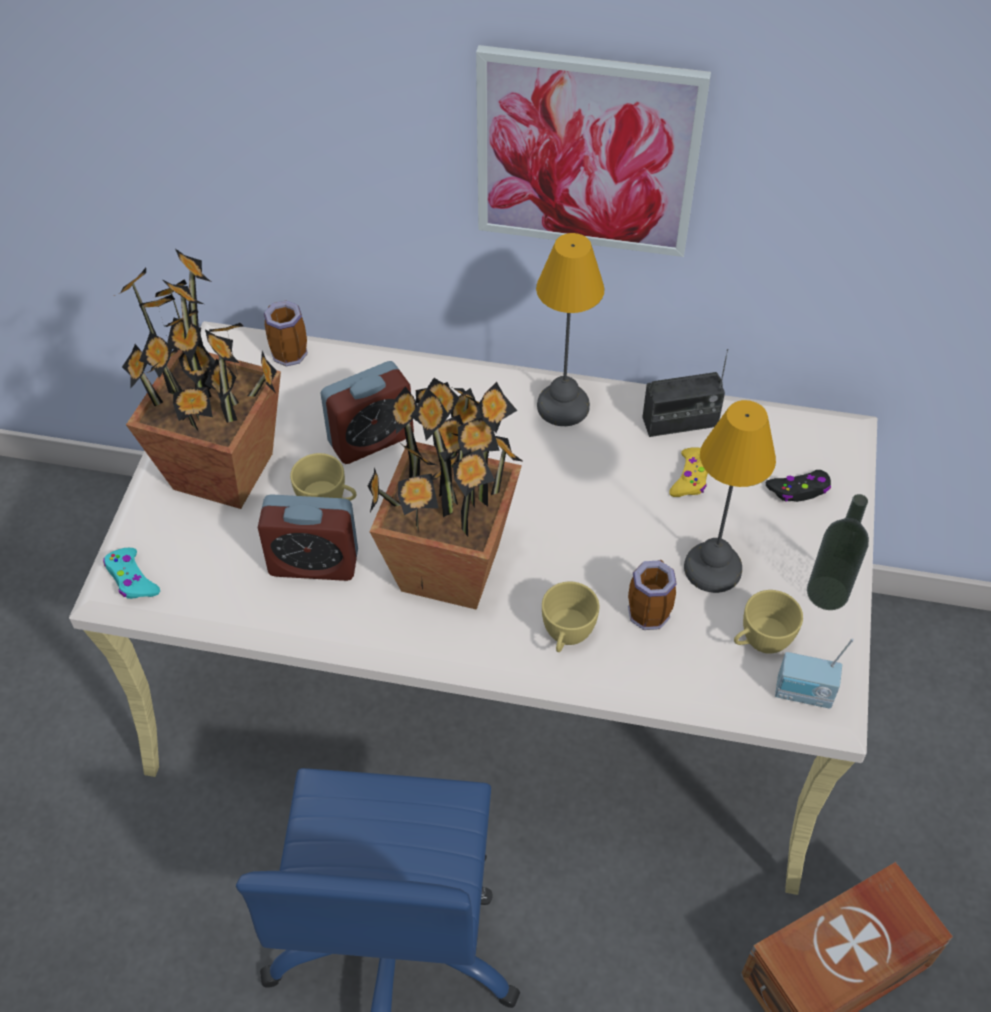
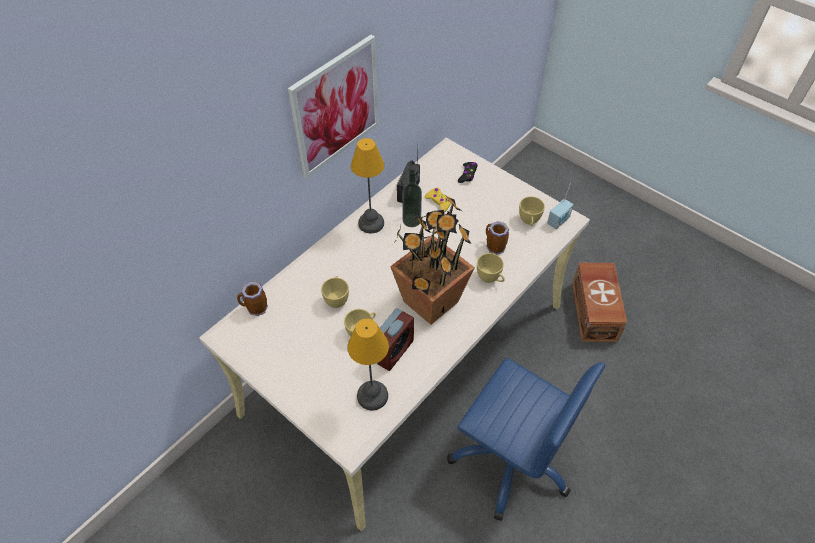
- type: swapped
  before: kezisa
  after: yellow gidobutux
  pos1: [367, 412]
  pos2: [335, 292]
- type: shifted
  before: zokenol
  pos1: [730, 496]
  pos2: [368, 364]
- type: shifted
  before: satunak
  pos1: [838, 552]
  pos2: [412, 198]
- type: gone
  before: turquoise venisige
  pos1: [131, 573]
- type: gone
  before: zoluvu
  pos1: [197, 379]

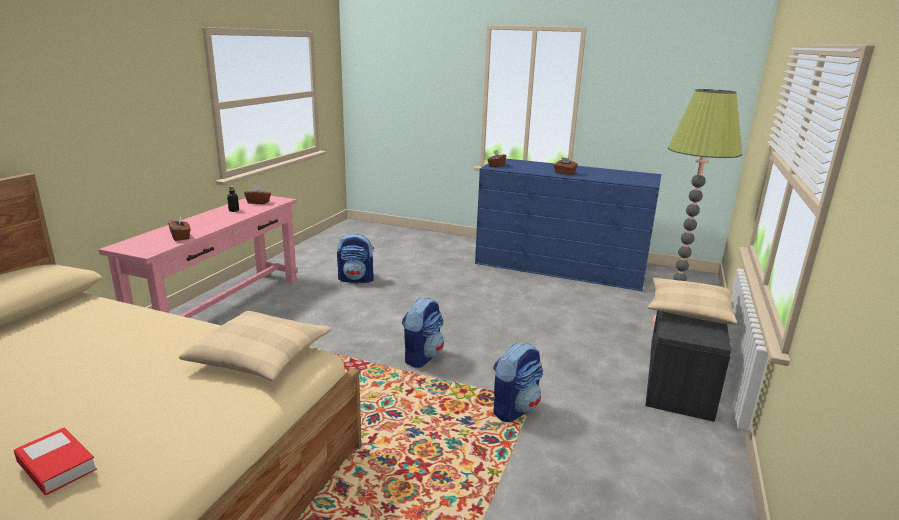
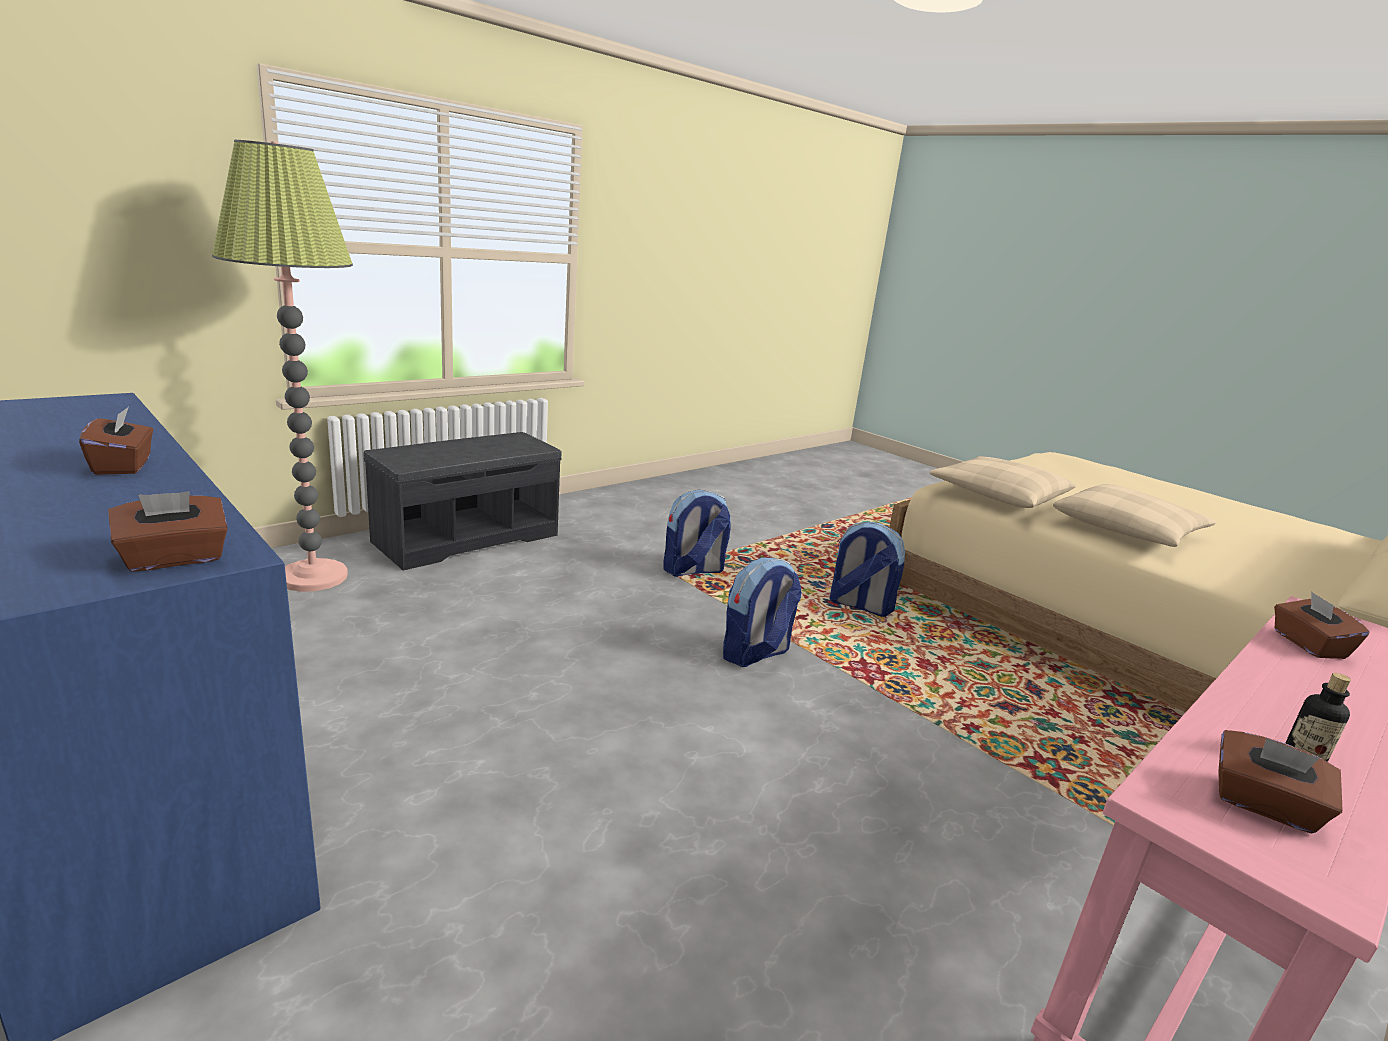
- type: shifted
  before: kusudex
  pos1: [355, 258]
  pos2: [867, 569]
- type: shifted
  before: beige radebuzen
  pos1: [692, 301]
  pos2: [1134, 515]
- type: gone
  before: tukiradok
  pos1: [55, 461]

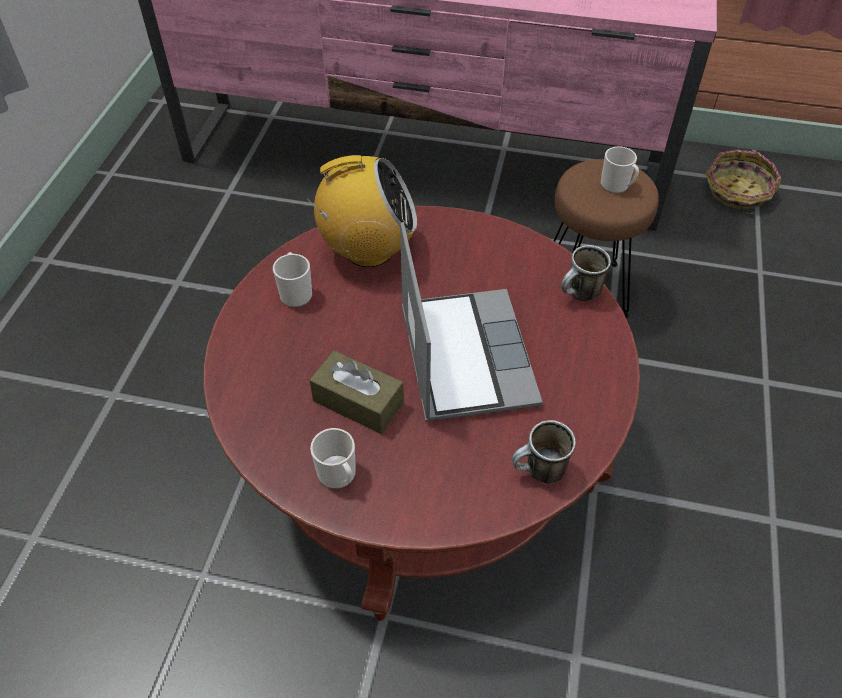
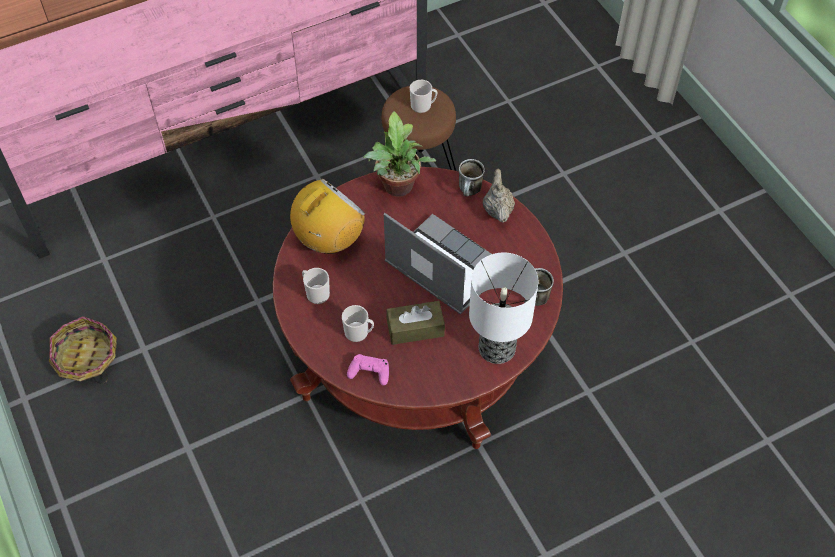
- type: shifted
  before: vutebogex
  pos1: [743, 182]
  pos2: [83, 350]
- type: shifted
  before: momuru
  pos1: [333, 458]
  pos2: [358, 323]
- type: new
  after: pink venisige
  pos2: [368, 369]
- type: new
  after: zoluvu
  pos2: [399, 154]
- type: new
  after: zokenol
  pos2: [503, 308]
- type: new
  after: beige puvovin
  pos2: [499, 196]

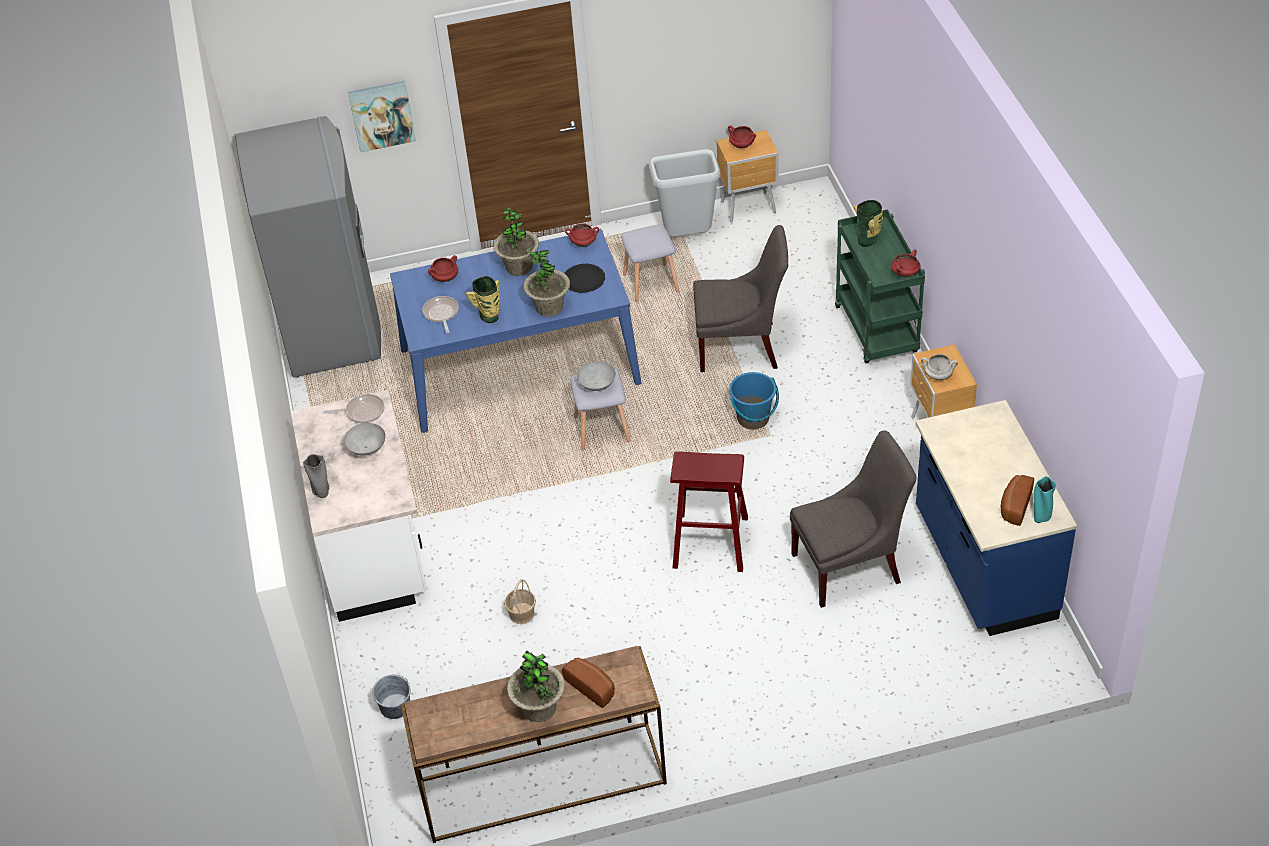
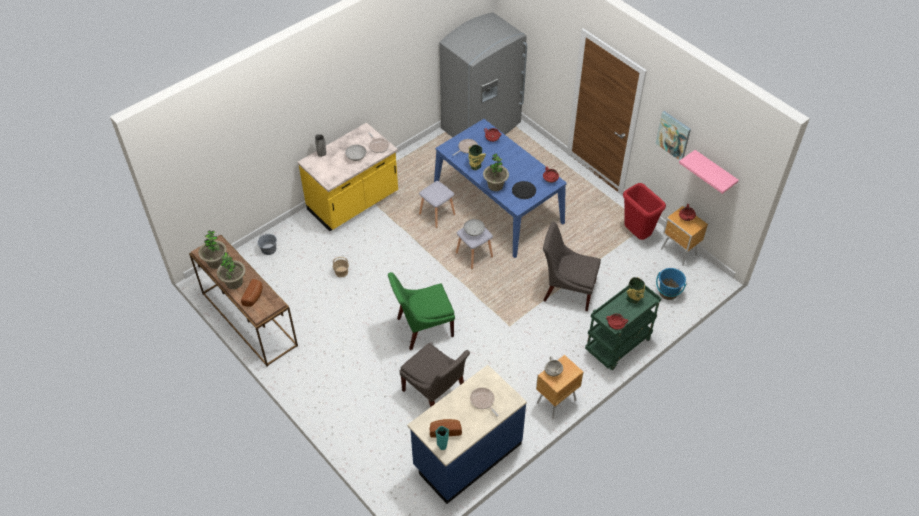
- type: shifted
  before: zoluvu
  pos1: [516, 242]
  pos2: [212, 249]
- type: repainted
  before: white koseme
  after: yellow koseme
  pos1: [359, 506]
  pos2: [348, 177]
- type: swapped
  before: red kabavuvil
  after: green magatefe
  pos1: [709, 512]
  pos2: [421, 311]
- type: shifted
  before: grey kabavuvil
  pos1: [650, 263]
  pos2: [437, 204]
- type: new
  after: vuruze
  pos2: [484, 402]
- type: rotated
  before: grey magatefe
  pos1: [740, 298]
  pos2: [572, 266]
  turn: 135
- type: repainted
  before: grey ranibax
  after: red ranibax
  pos1: [685, 193]
  pos2: [644, 211]
- type: shifted
  before: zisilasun
  pos1: [382, 116]
  pos2: [673, 135]
- type: shifted
  before: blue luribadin
  pos1: [754, 400]
  pos2: [671, 284]
- type: new
  after: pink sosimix
  pos2: [709, 172]

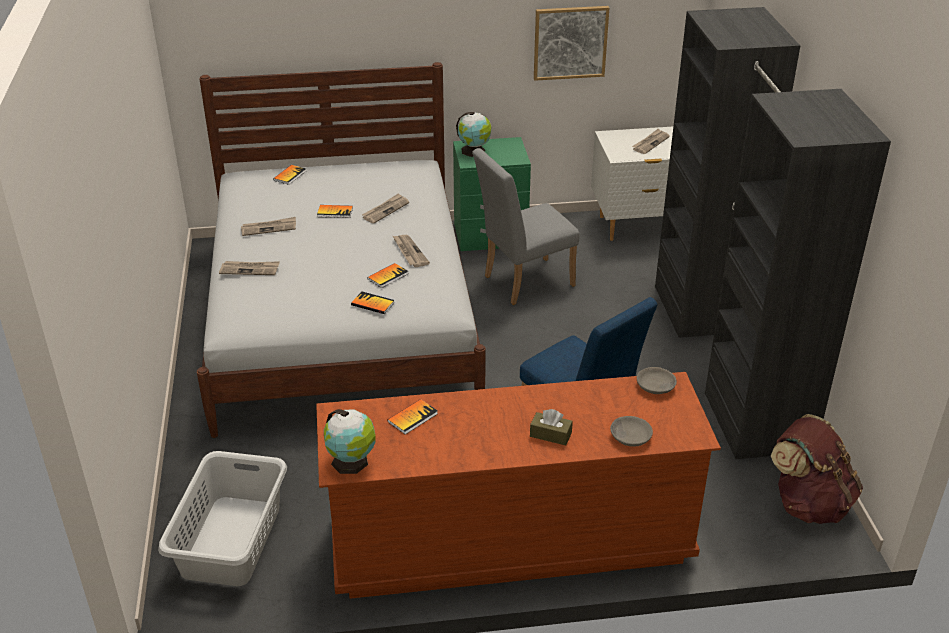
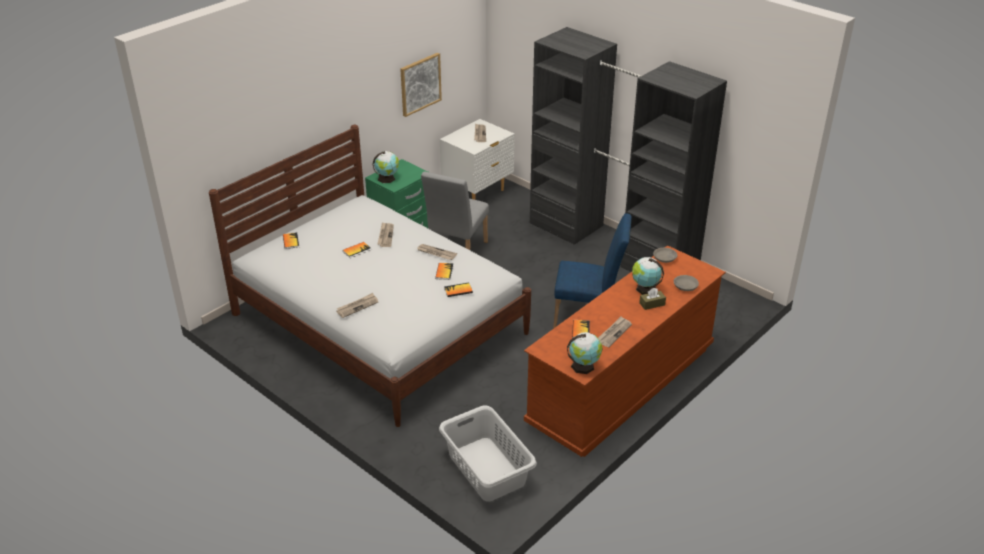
- type: shifted
  before: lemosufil
  pos1: [268, 226]
  pos2: [615, 331]
- type: new
  after: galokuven
  pos2: [648, 276]
- type: gone
  before: brown kusudex
  pos1: [817, 469]

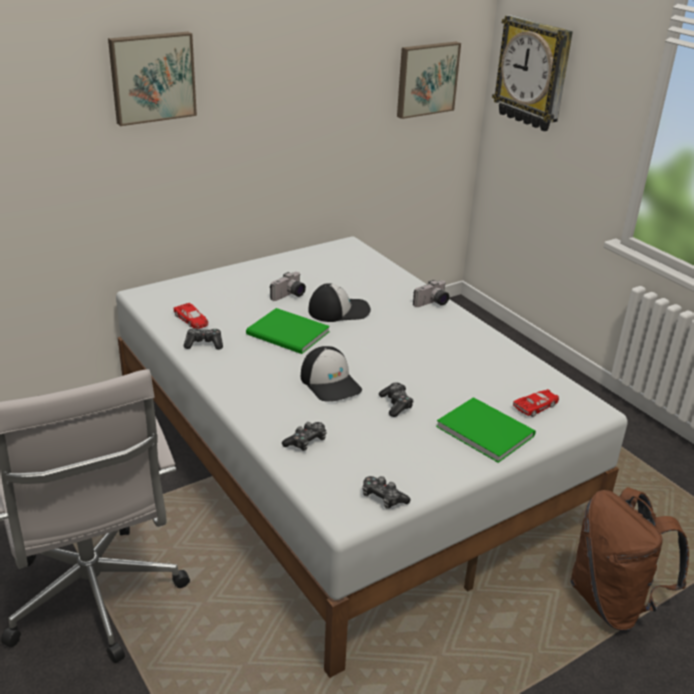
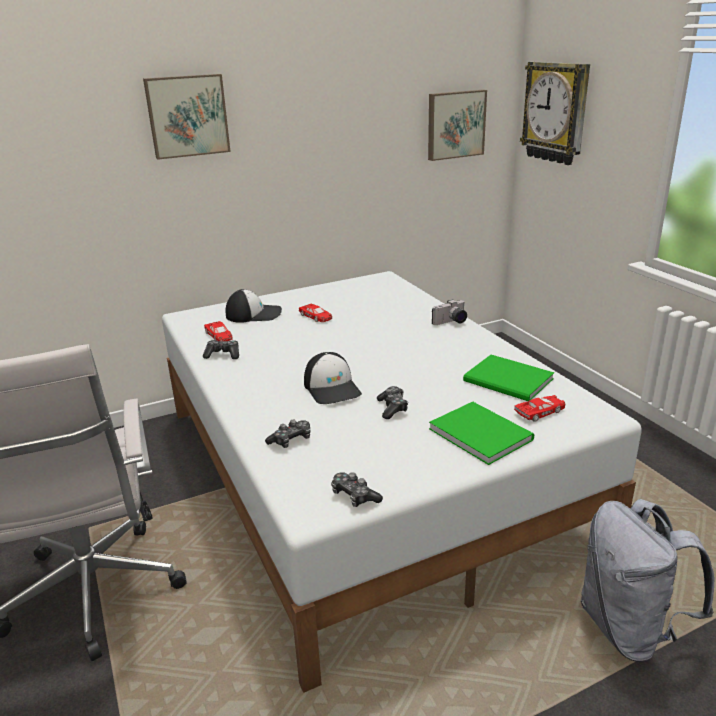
- type: shifted
  before: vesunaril
  pos1: [339, 302]
  pos2: [253, 306]
- type: swapped
  before: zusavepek
  after: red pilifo
  pos1: [288, 286]
  pos2: [315, 313]
- type: shifted
  before: green tukiradok
  pos1: [288, 331]
  pos2: [508, 378]
- type: repainted
  before: brown kusudex
  after: grey kusudex
  pos1: [629, 559]
  pos2: [647, 580]

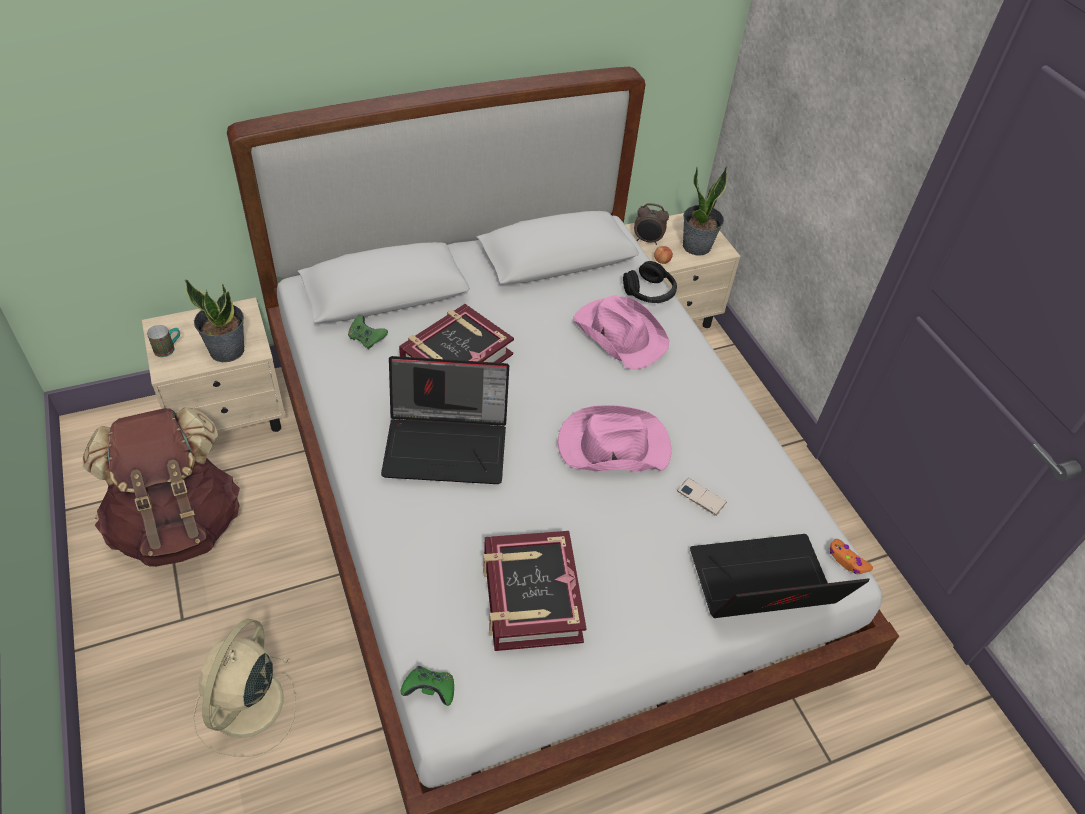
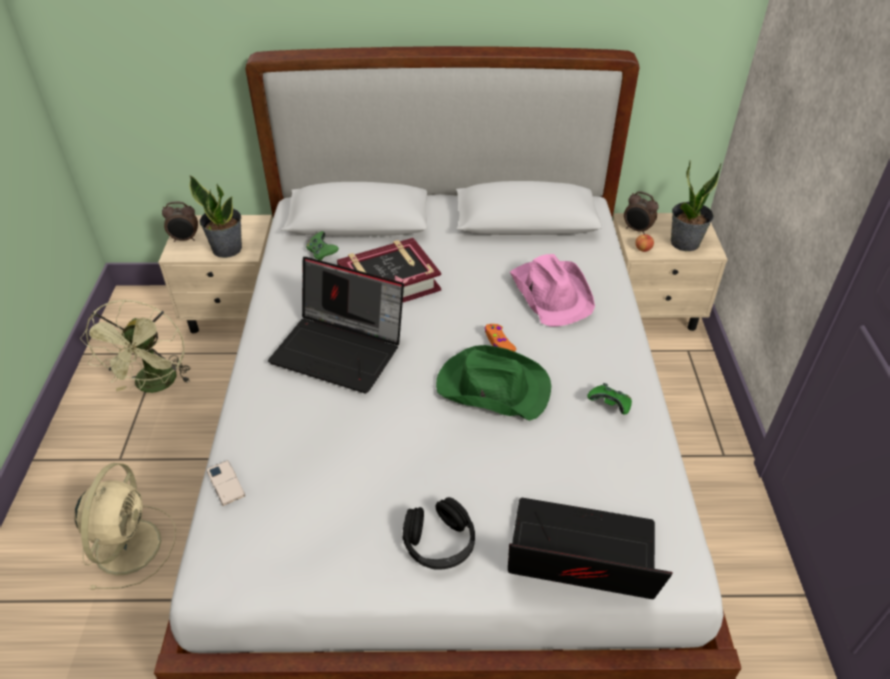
- type: rotated
  before: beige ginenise
  pos1: [244, 688]
  pos2: [125, 526]
  turn: 150
- type: swapped
  before: brown kusudex
  after: green ginenise
  pos1: [161, 487]
  pos2: [135, 346]
- type: swapped
  before: momuru
  after: kezisa
  pos1: [163, 341]
  pos2: [180, 222]
- type: shifted
  before: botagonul
  pos1: [702, 497]
  pos2: [226, 483]
- type: shifted
  before: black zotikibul
  pos1: [650, 282]
  pos2: [439, 533]
- type: repainted
  before: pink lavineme
  after: green lavineme
  pos1: [614, 438]
  pos2: [493, 383]
- type: shifted
  before: orange venisige
  pos1: [851, 556]
  pos2: [500, 338]
- type: shifted
  before: green venisige
  pos1: [427, 686]
  pos2: [609, 399]
- type: gone
  before: tukiradok
  pos1: [535, 591]

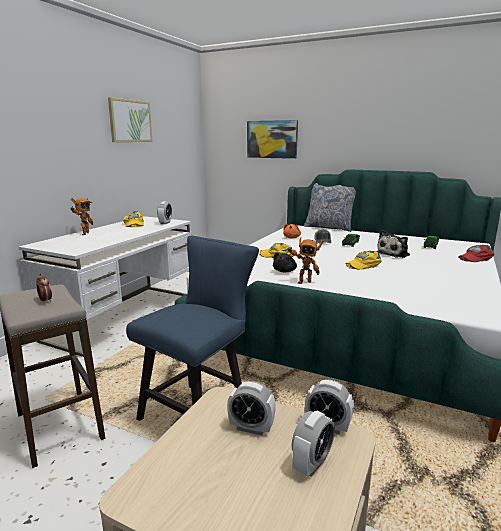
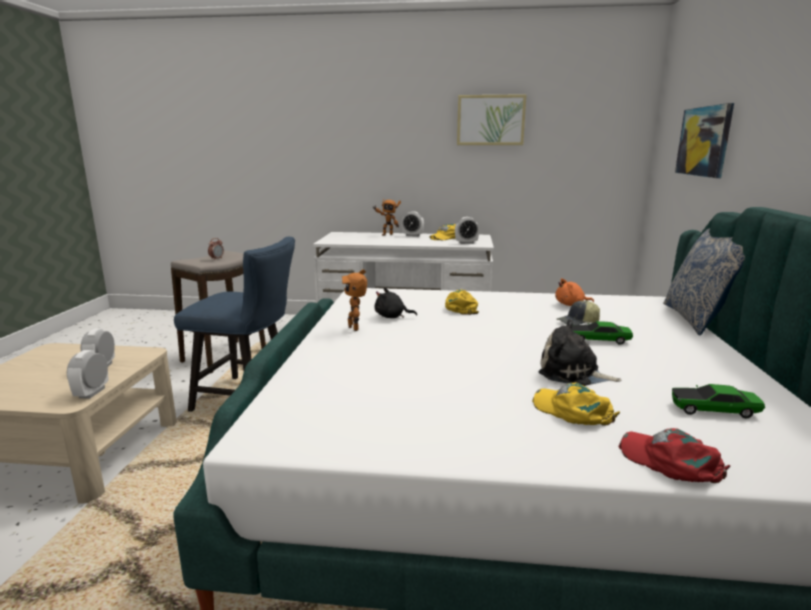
- type: shifted
  before: kezisa
  pos1: [313, 444]
  pos2: [413, 224]
- type: shifted
  before: yellow vesunaril
  pos1: [363, 260]
  pos2: [576, 404]

